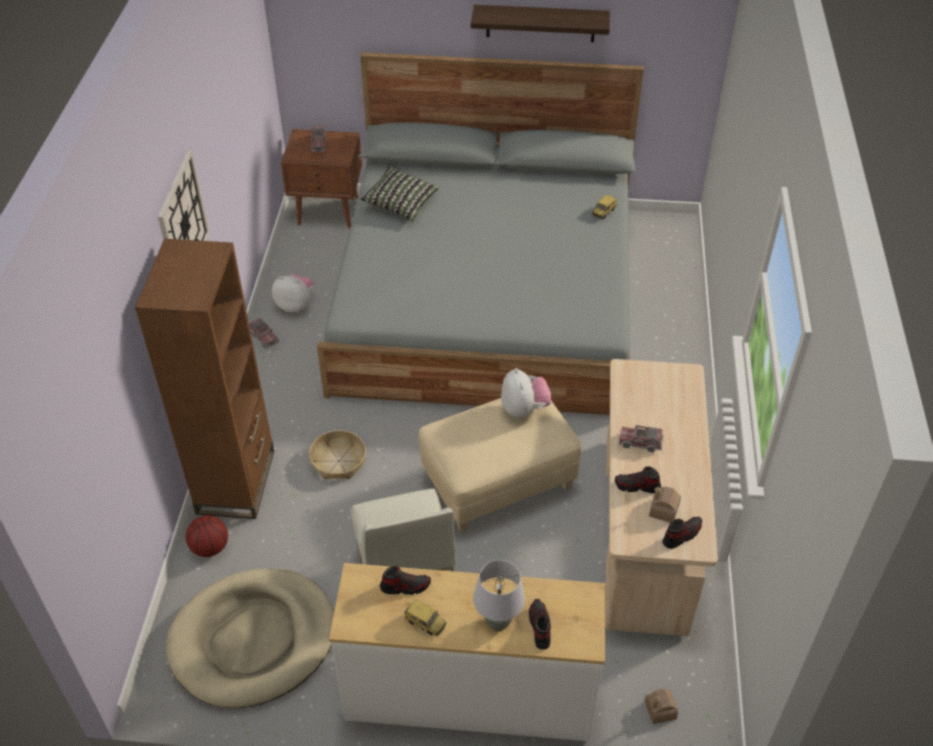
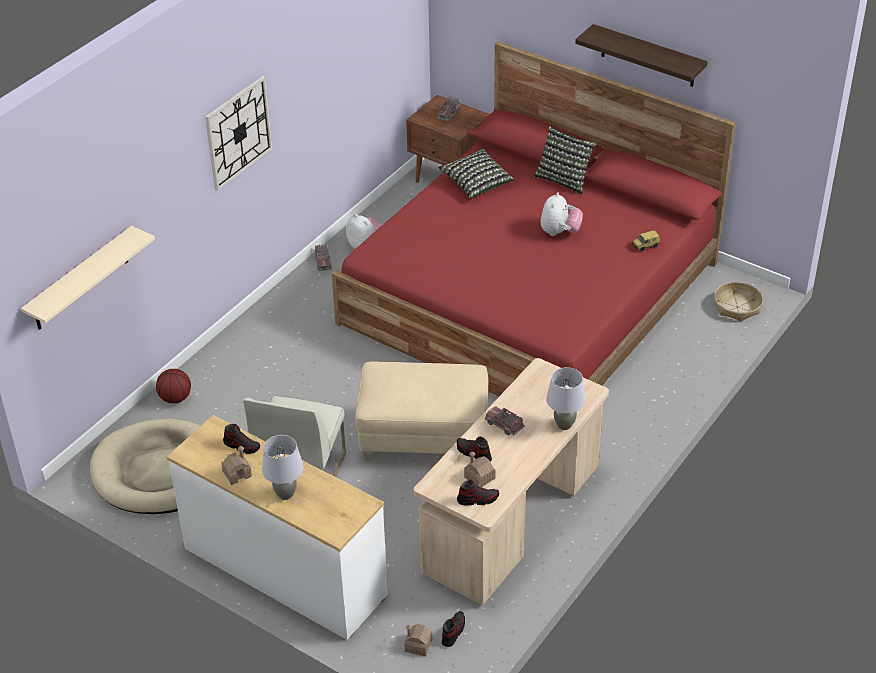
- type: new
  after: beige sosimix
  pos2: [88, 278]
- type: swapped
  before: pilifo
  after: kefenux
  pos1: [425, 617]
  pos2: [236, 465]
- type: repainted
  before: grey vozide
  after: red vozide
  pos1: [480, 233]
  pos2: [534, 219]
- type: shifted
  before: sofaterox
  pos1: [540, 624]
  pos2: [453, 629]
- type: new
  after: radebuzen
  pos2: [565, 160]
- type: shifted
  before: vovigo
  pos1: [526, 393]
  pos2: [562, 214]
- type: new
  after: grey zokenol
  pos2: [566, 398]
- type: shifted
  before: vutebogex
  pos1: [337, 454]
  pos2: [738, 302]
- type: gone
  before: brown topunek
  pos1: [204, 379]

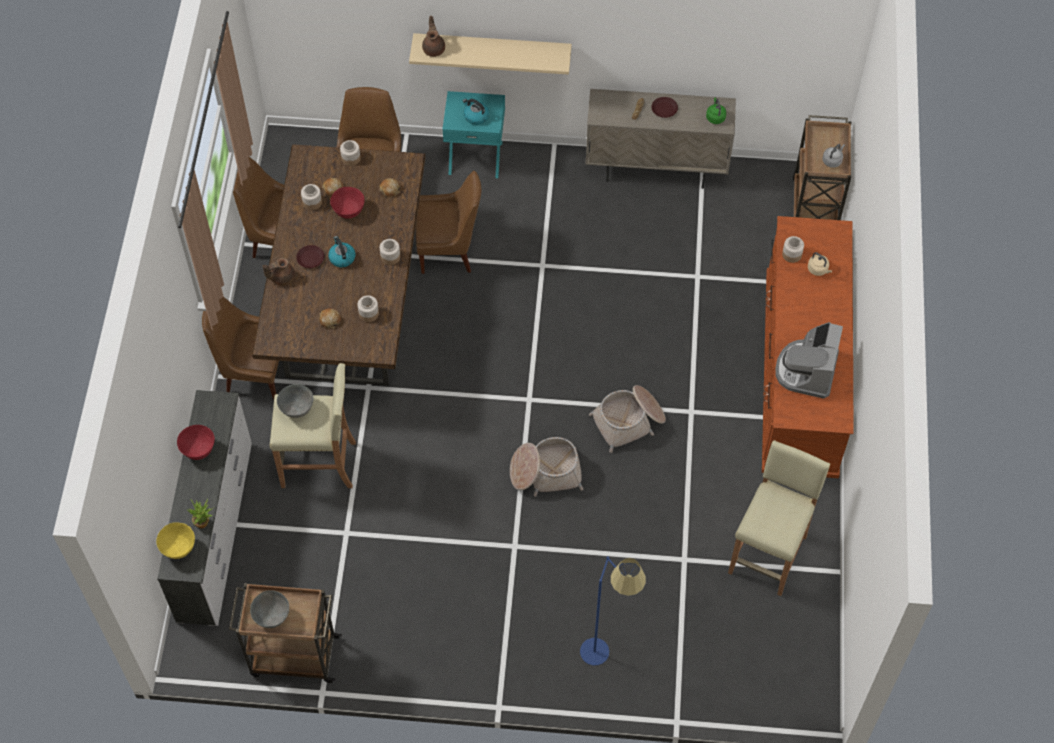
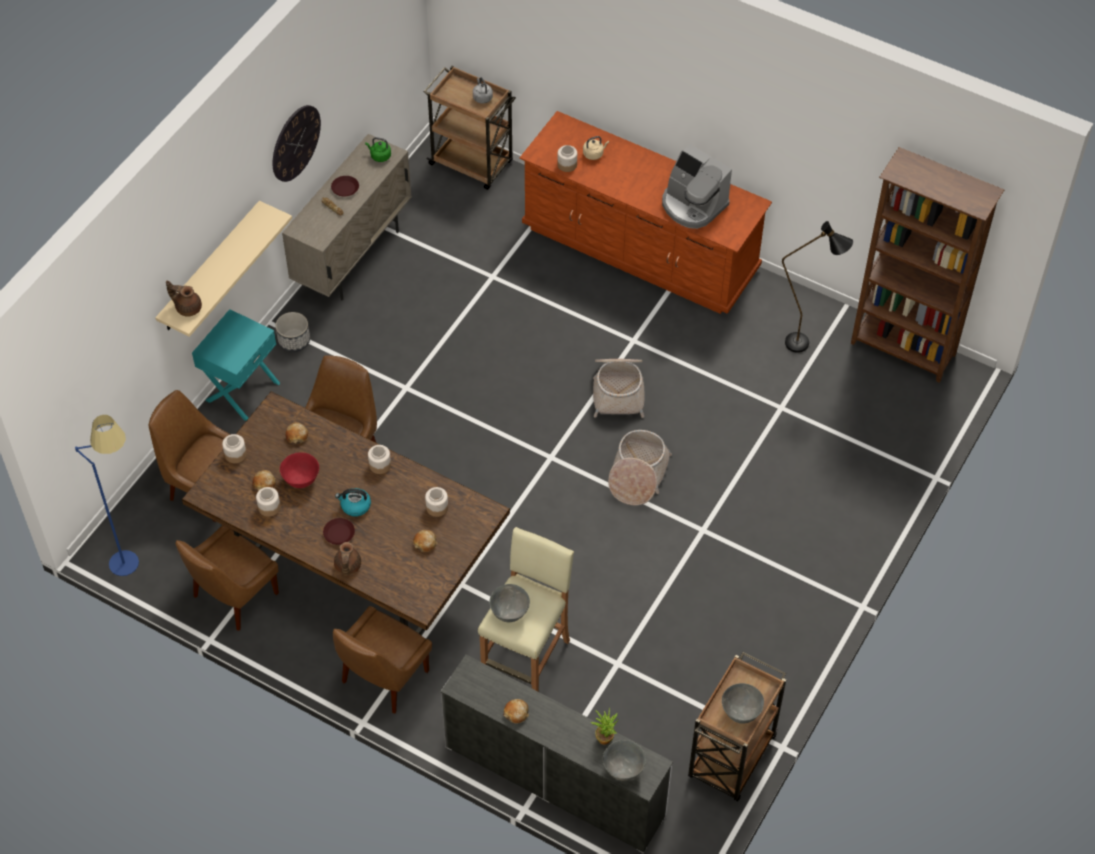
- type: shifted
  before: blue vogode
  pos1: [613, 610]
  pos2: [107, 495]
- type: new
  after: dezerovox
  pos2: [297, 143]
- type: new
  after: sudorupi
  pos2: [292, 332]
- type: swapped
  before: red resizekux
  after: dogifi
  pos1: [196, 442]
  pos2: [516, 711]
- type: repainted
  before: yellow resizekux
  after: grey resizekux
  pos1: [175, 541]
  pos2: [624, 760]
- type: swapped
  before: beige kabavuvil
  after: black vogode
  pos1: [779, 518]
  pos2: [817, 287]
- type: new
  after: brown topunek
  pos2: [927, 265]
- type: gone
  before: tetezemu
  pos1: [476, 112]

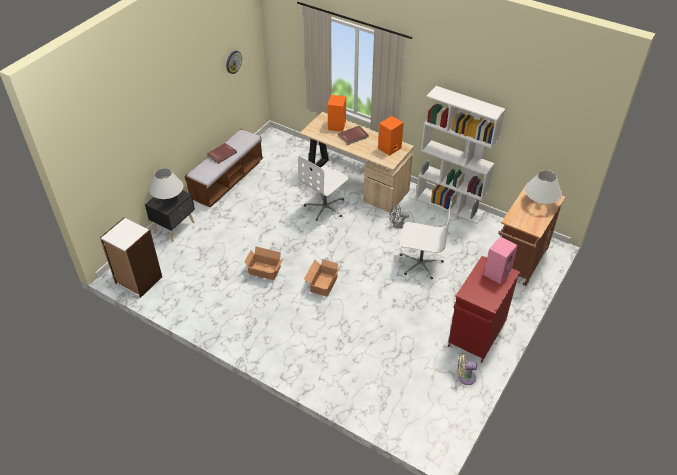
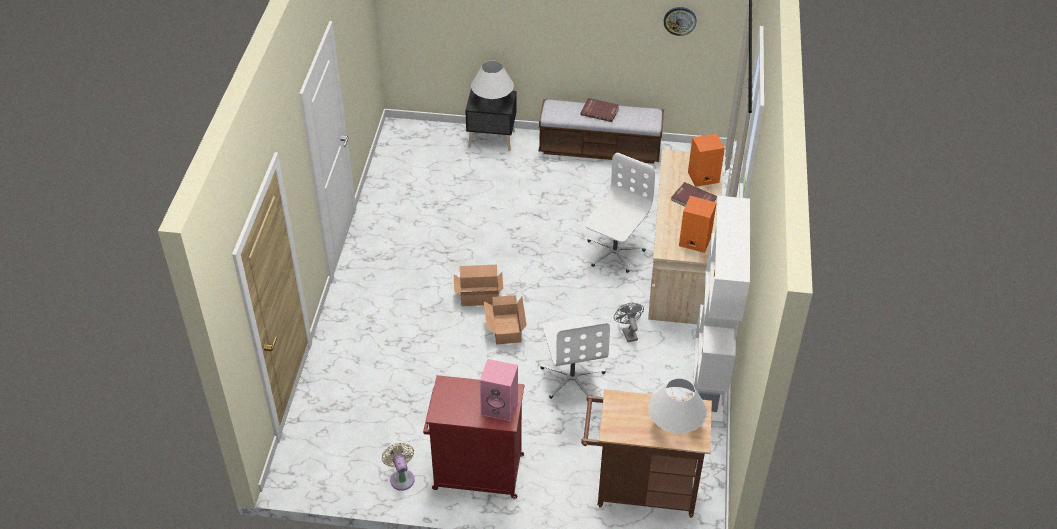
- type: shifted
  before: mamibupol
  pos1: [264, 263]
  pos2: [505, 319]
- type: rotated
  before: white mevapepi
  pos1: [323, 188]
  pos2: [619, 213]
  turn: 105
- type: gone
  before: white topunek
  pos1: [131, 257]

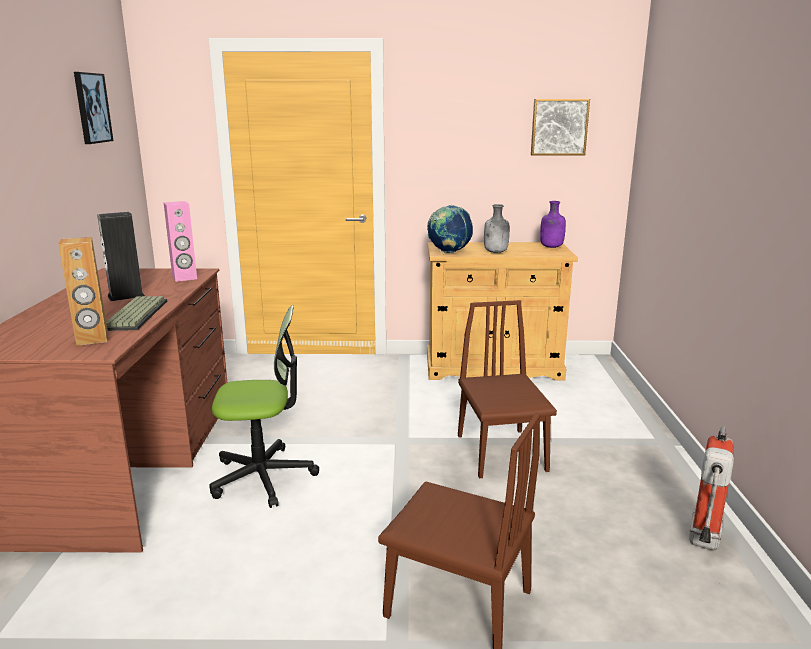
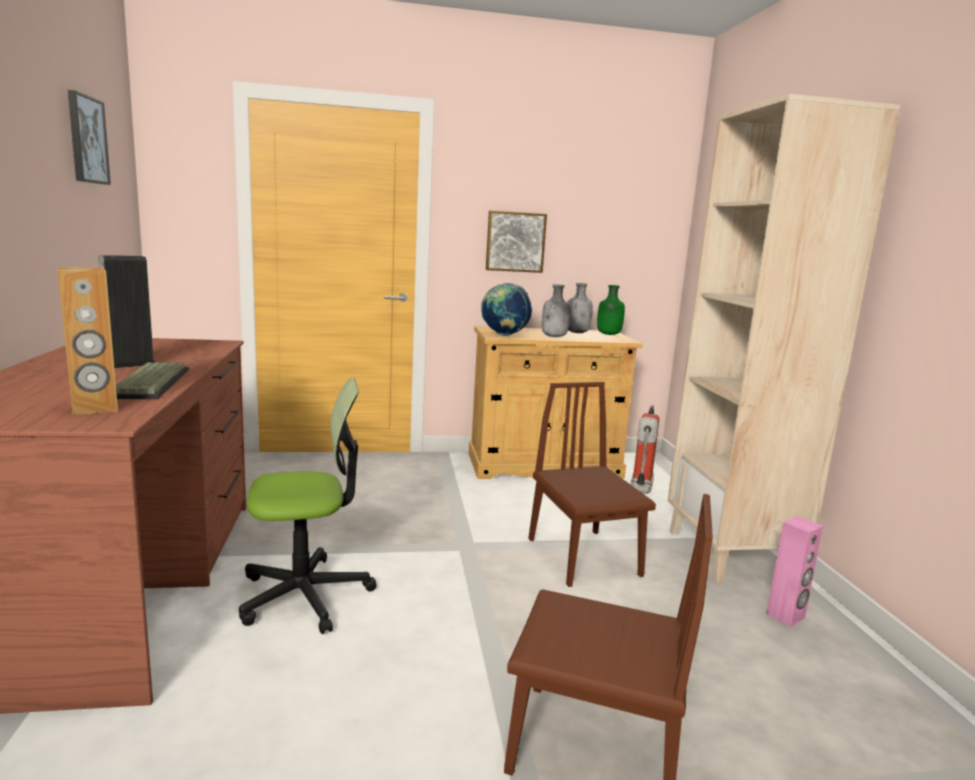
- type: shifted
  before: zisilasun
  pos1: [560, 127]
  pos2: [516, 242]
- type: new
  after: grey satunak
  pos2: [580, 308]
- type: repainted
  before: purple satunak
  after: green satunak
  pos1: [553, 224]
  pos2: [611, 310]
- type: shifted
  before: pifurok
  pos1: [711, 488]
  pos2: [645, 449]
- type: new
  after: beige topunek
  pos2: [784, 338]
- type: shifted
  before: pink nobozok
  pos1: [180, 241]
  pos2: [794, 571]

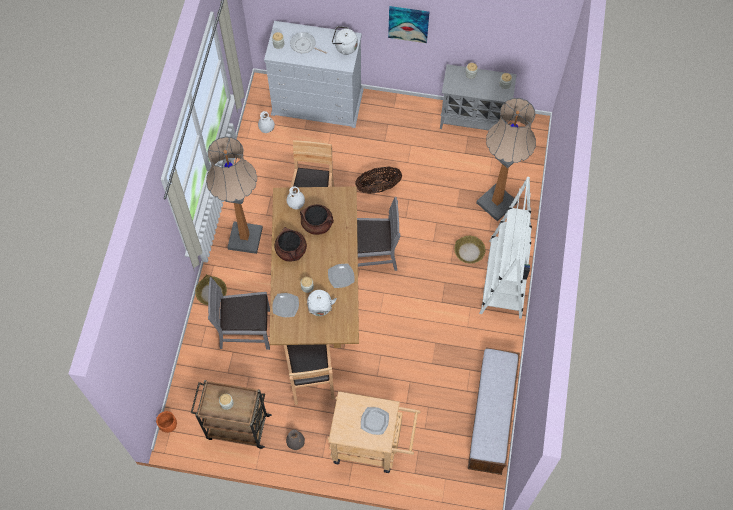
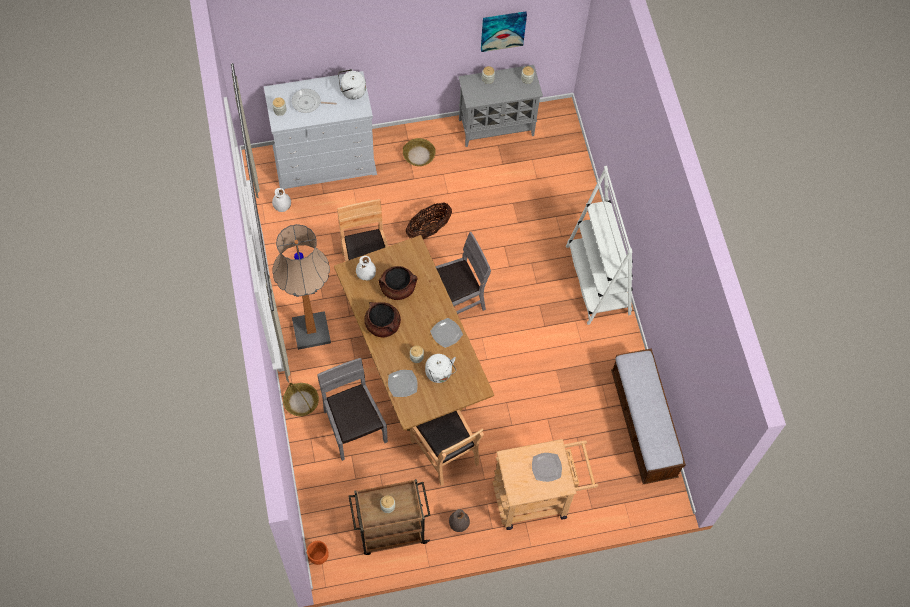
- type: rotated
  before: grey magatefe
  pos1: [239, 313]
  pos2: [352, 409]
  turn: 90
- type: shifted
  before: vutebogex
  pos1: [470, 250]
  pos2: [419, 152]
- type: shifted
  before: zisilasun
  pos1: [408, 24]
  pos2: [504, 31]
- type: gone
  before: vogode
  pos1: [506, 159]

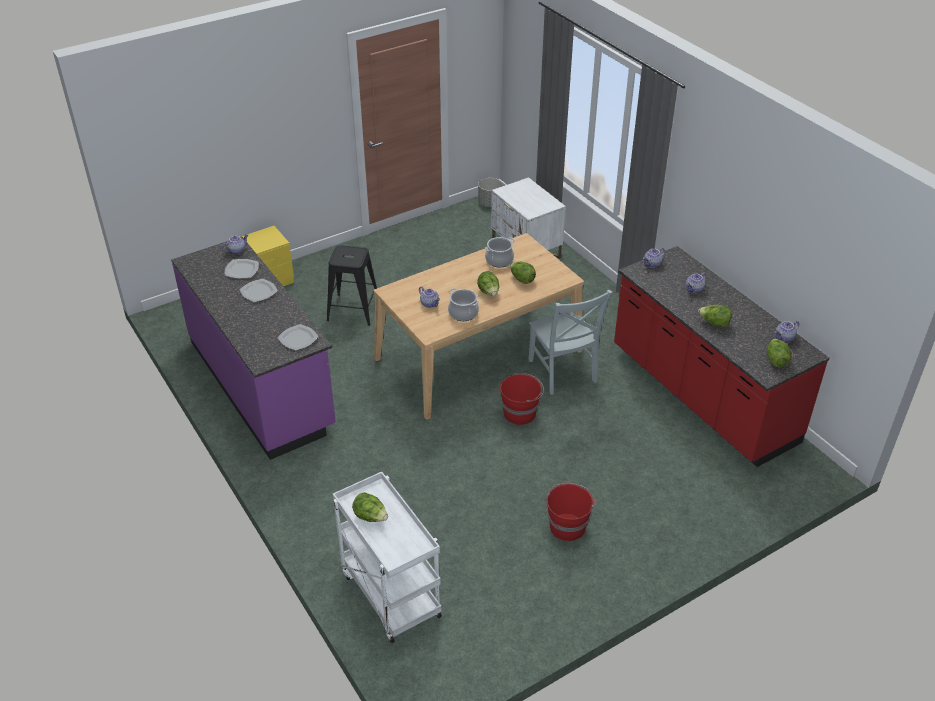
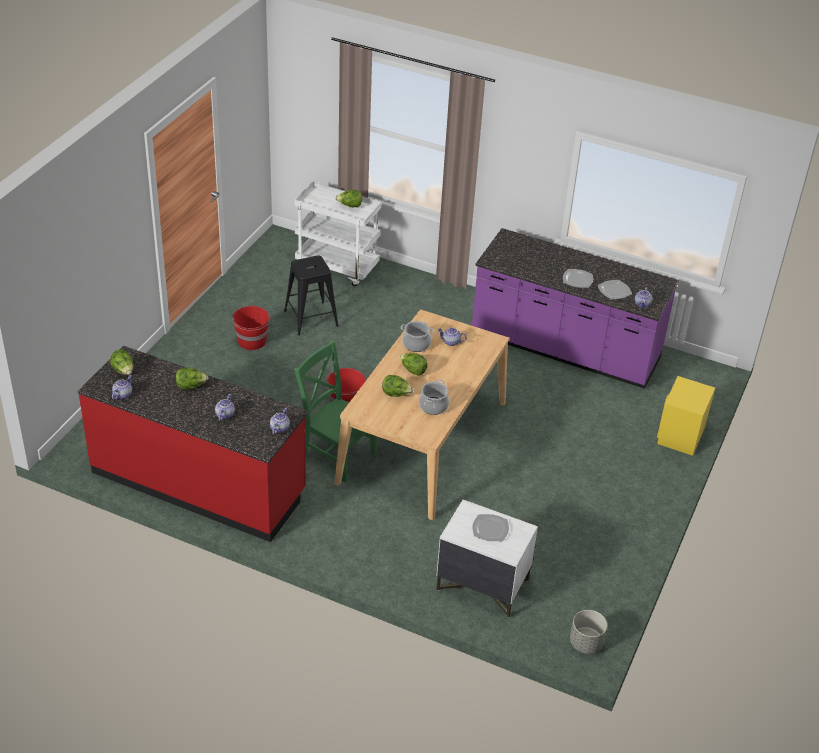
- type: shifted
  before: black kabavuvil
  pos1: [352, 285]
  pos2: [311, 296]
- type: repainted
  before: grey magatefe
  after: green magatefe
  pos1: [570, 342]
  pos2: [335, 411]
- type: shifted
  before: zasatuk
  pos1: [297, 337]
  pos2: [491, 527]

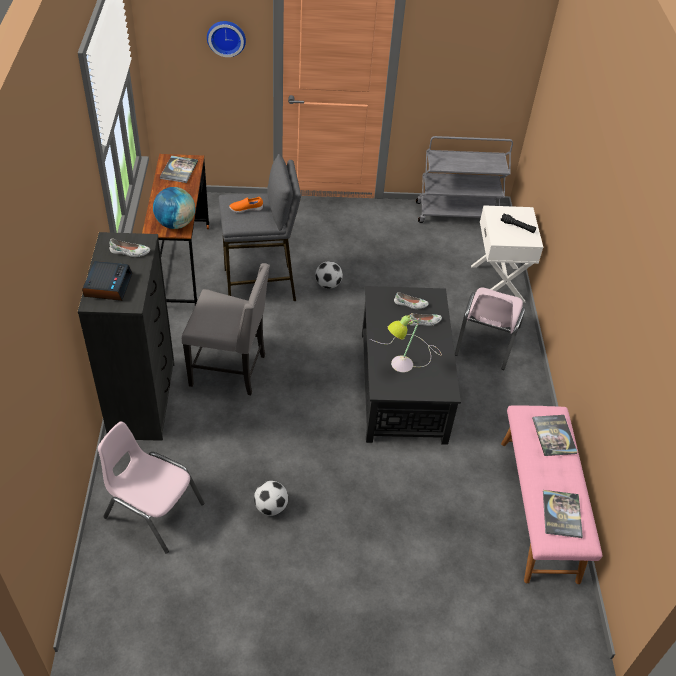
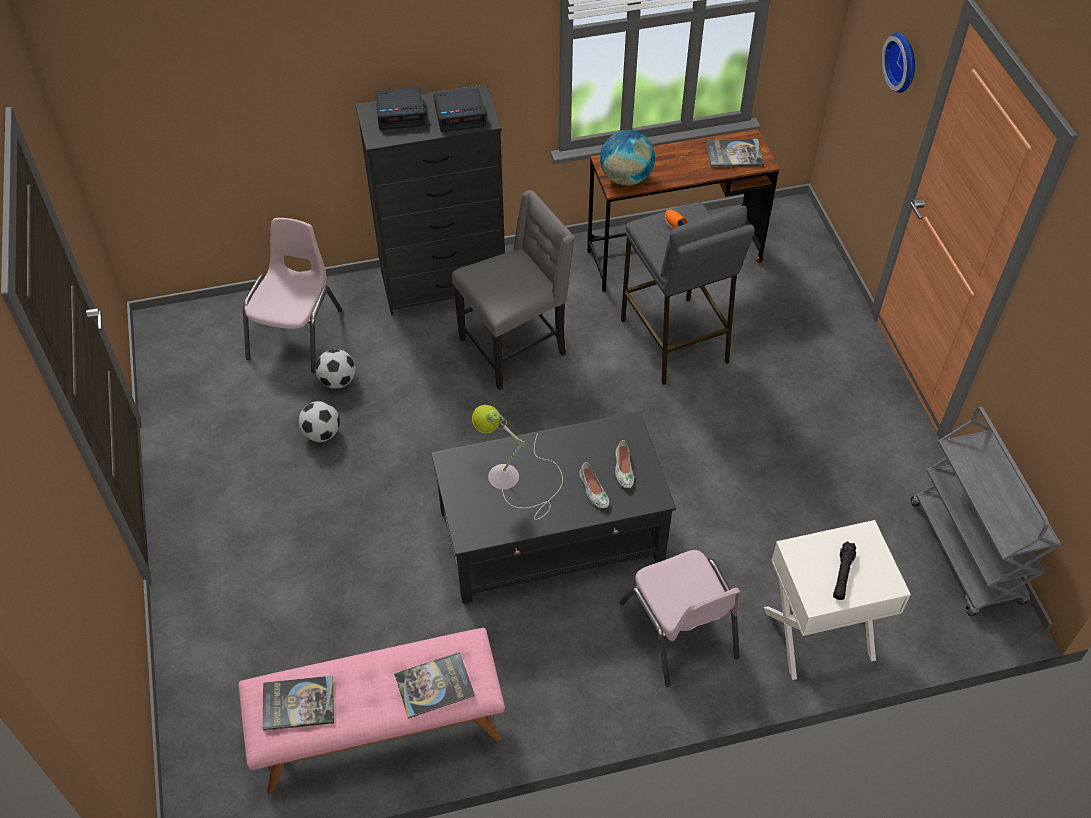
- type: shifted
  before: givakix
  pos1: [329, 275]
  pos2: [335, 369]
- type: swapped
  before: white sofaterox
  after: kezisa
  pos1: [130, 248]
  pos2: [460, 110]
- type: rotated
  before: grey magatefe
  pos1: [226, 329]
  pos2: [513, 290]
  turn: -120
- type: rotated
  before: pink magatefe
  pos1: [490, 328]
  pos2: [679, 618]
  turn: -120

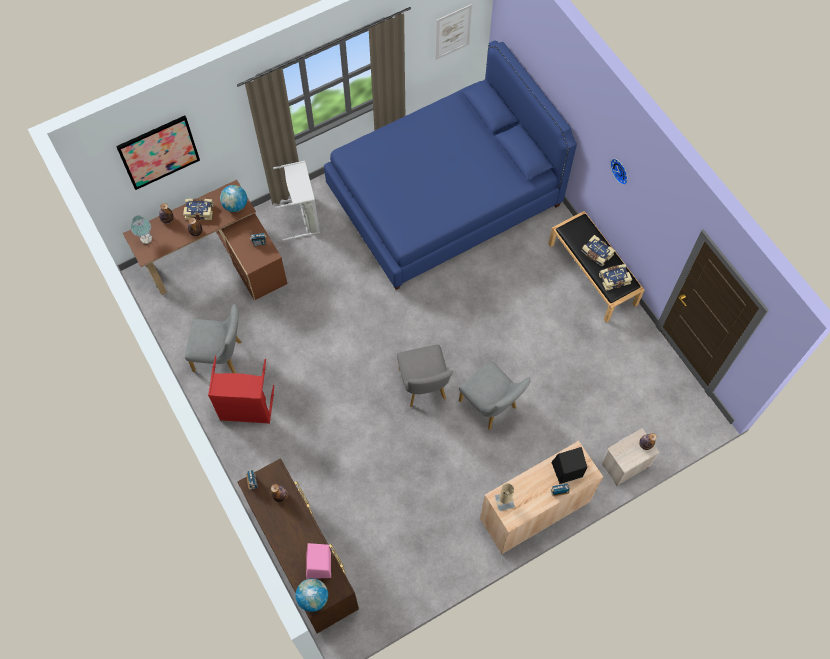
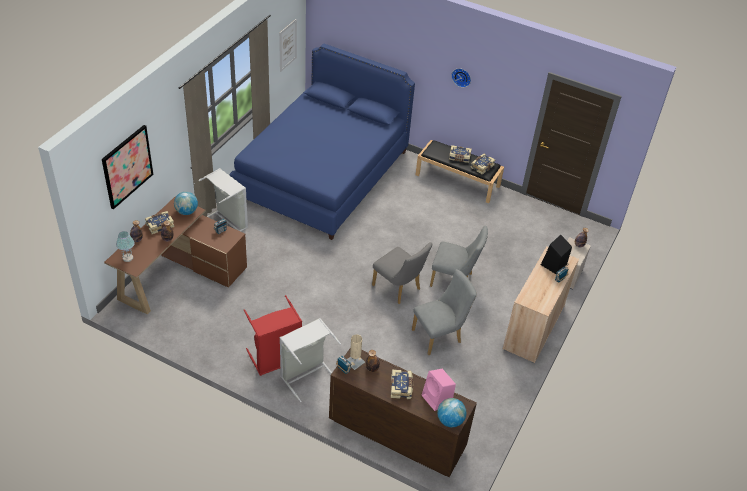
- type: new
  after: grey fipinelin
  pos2: [310, 360]
- type: shifted
  before: beige zokenol
  pos1: [505, 497]
  pos2: [356, 352]
- type: new
  after: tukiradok
  pos2: [402, 384]
- type: shifted
  before: grey magatefe
  pos1: [213, 338]
  pos2: [444, 312]

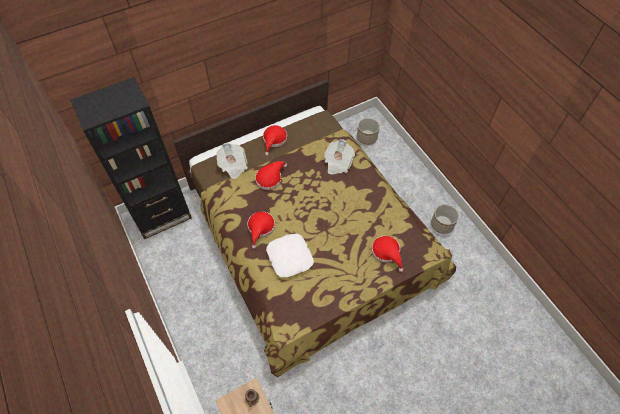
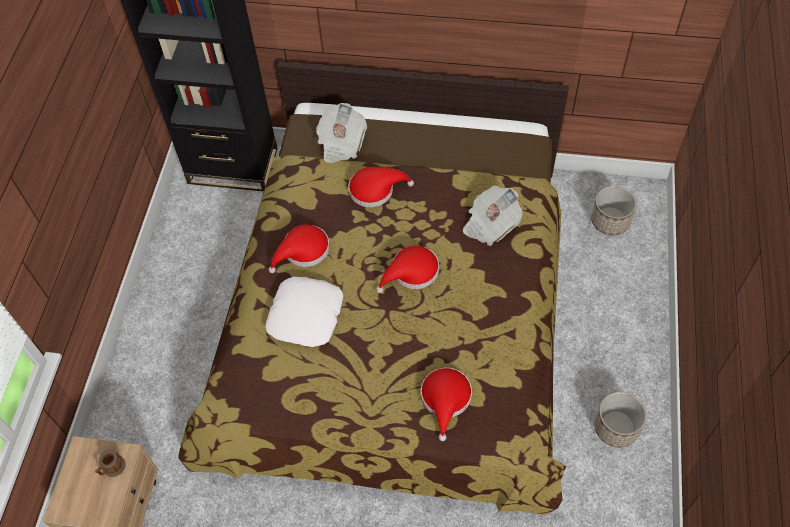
- type: shifted
  before: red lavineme
  pos1: [275, 140]
  pos2: [407, 269]

